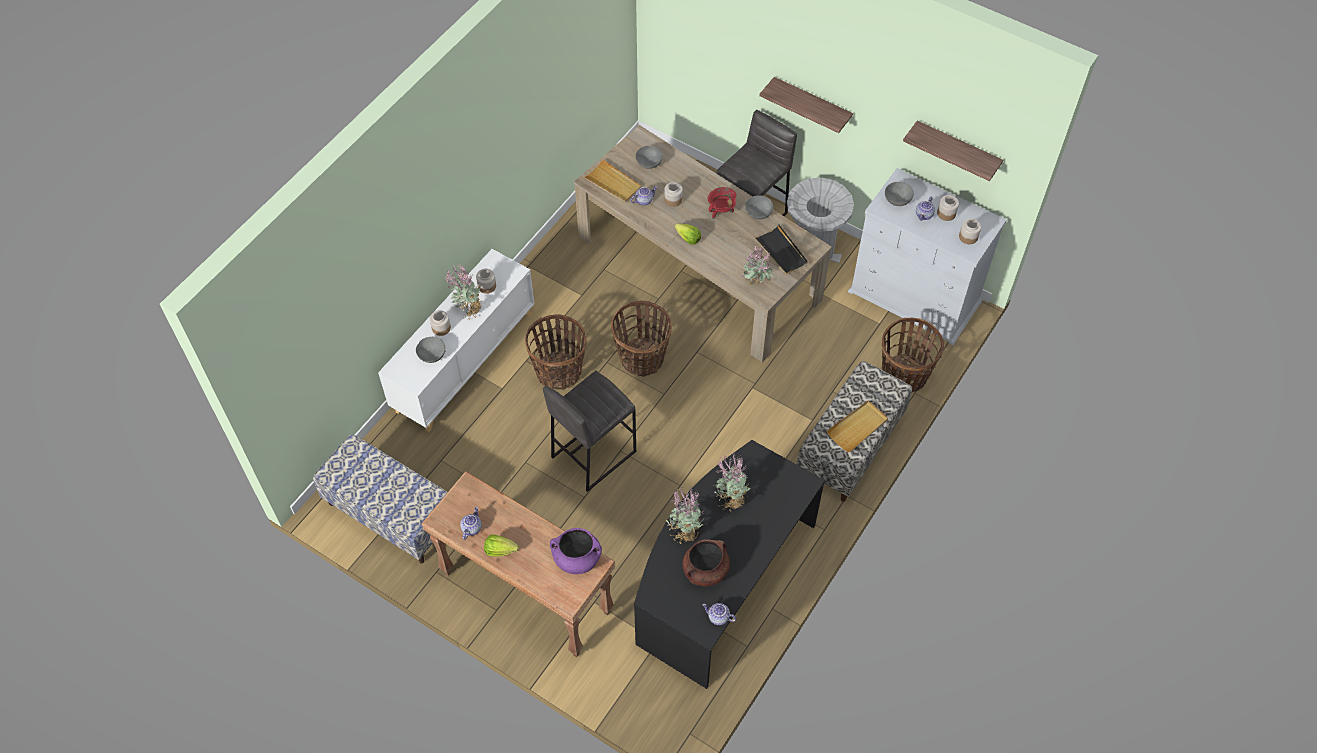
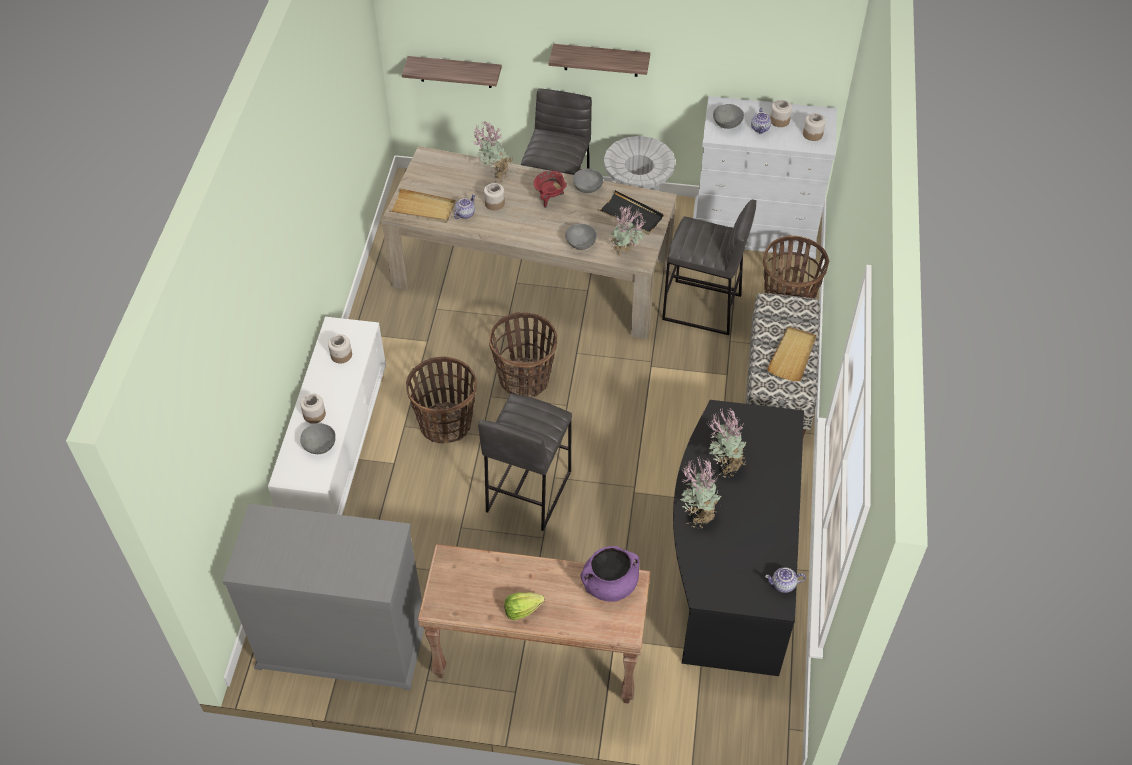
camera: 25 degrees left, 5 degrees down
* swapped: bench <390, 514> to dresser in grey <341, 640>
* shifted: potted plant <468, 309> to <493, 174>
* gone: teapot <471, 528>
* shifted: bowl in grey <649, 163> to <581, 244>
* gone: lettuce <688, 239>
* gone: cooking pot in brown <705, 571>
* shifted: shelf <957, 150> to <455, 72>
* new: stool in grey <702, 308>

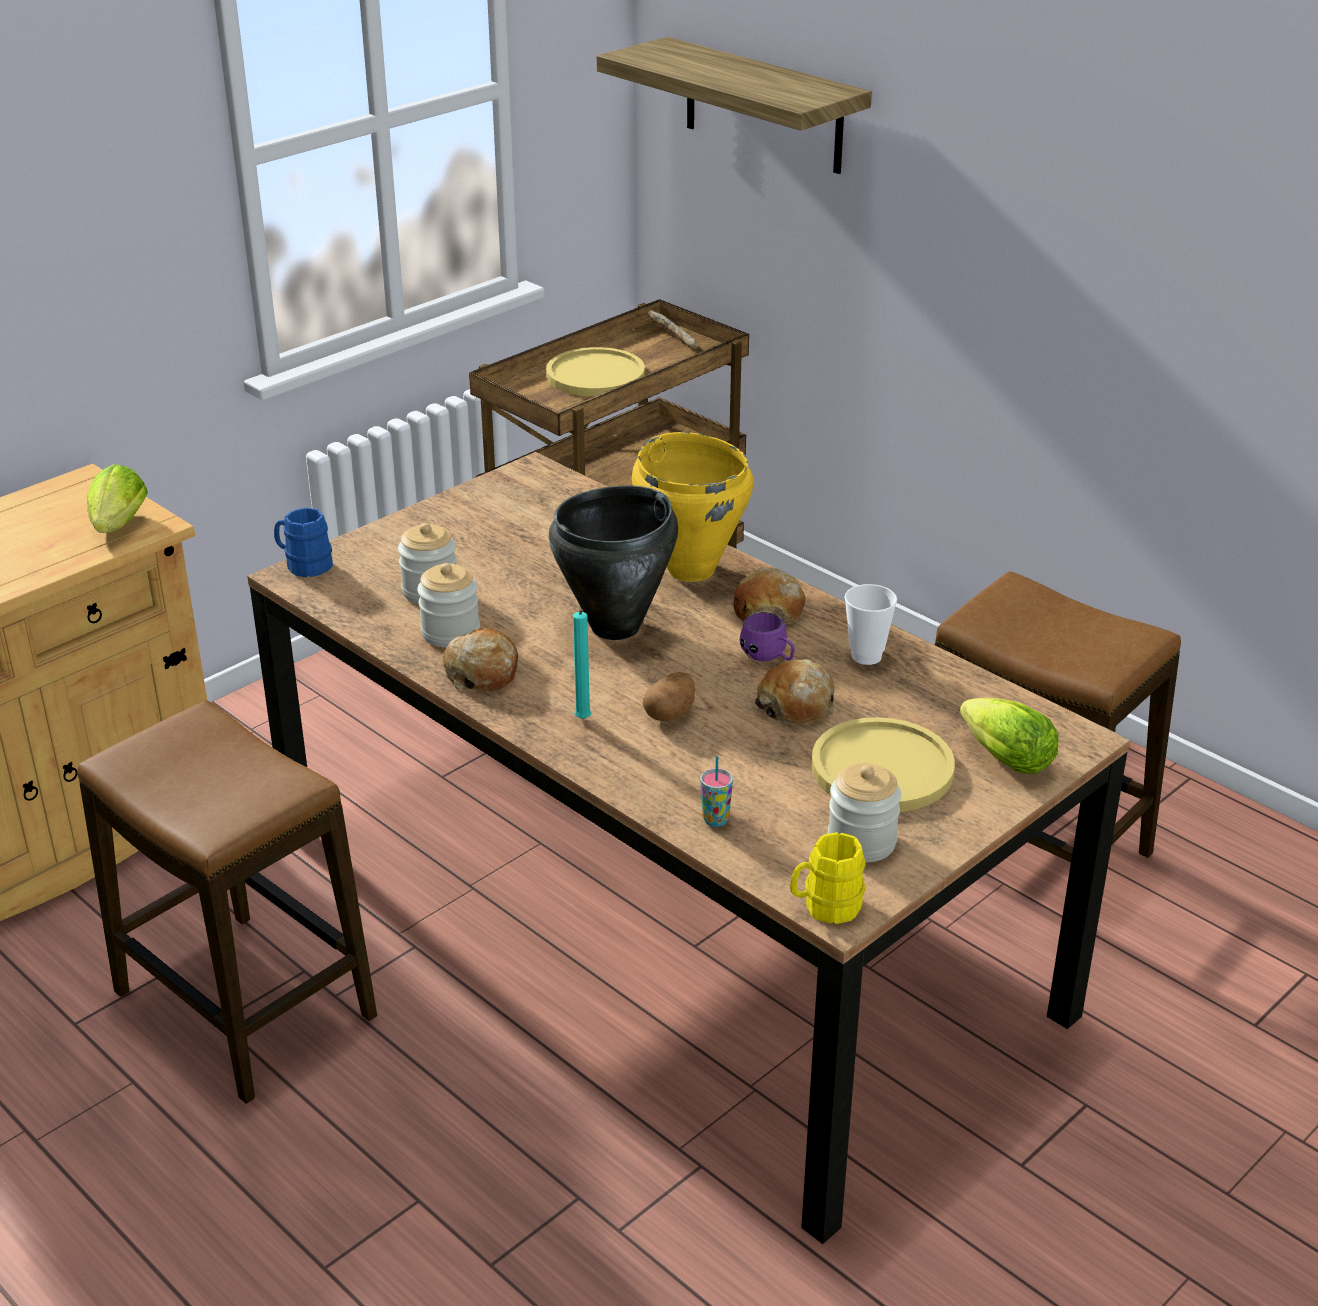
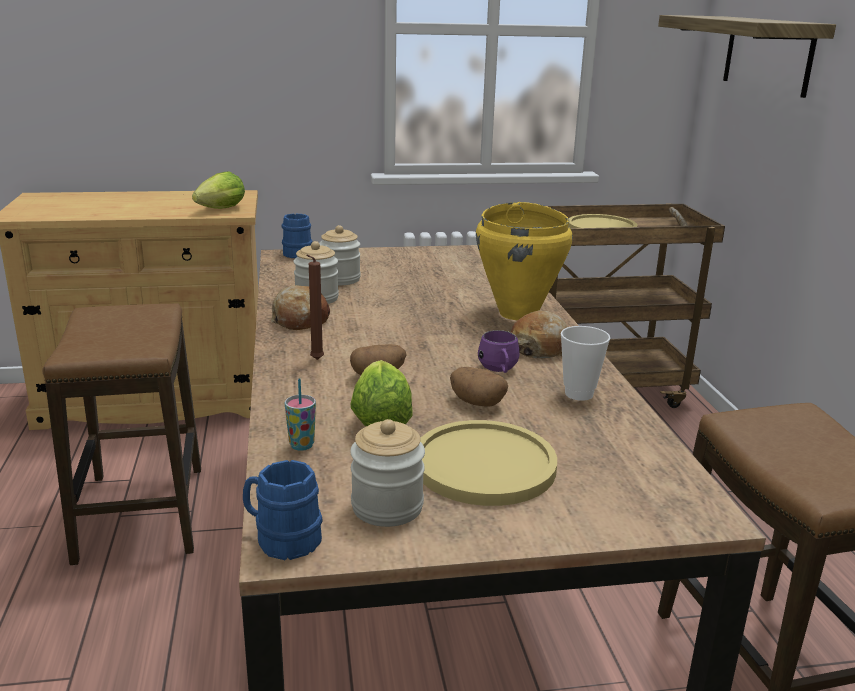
camera: 35 degrees right, 10 degrees down
* gone: cooking pot in black <616, 627>
* repainted: candle in turquoise <582, 720> to candle in brown <315, 360>
* swapped: bread <796, 705> to potato <477, 403>
* repainted: mug in yellow <825, 907> to mug in blue <281, 539>
* shifted: lettuce <1001, 757> to <381, 419>

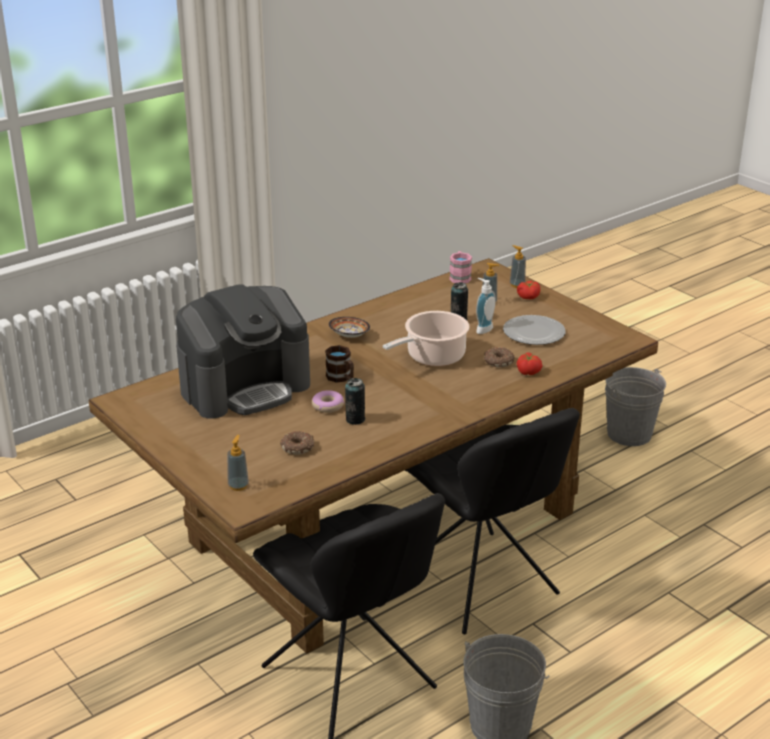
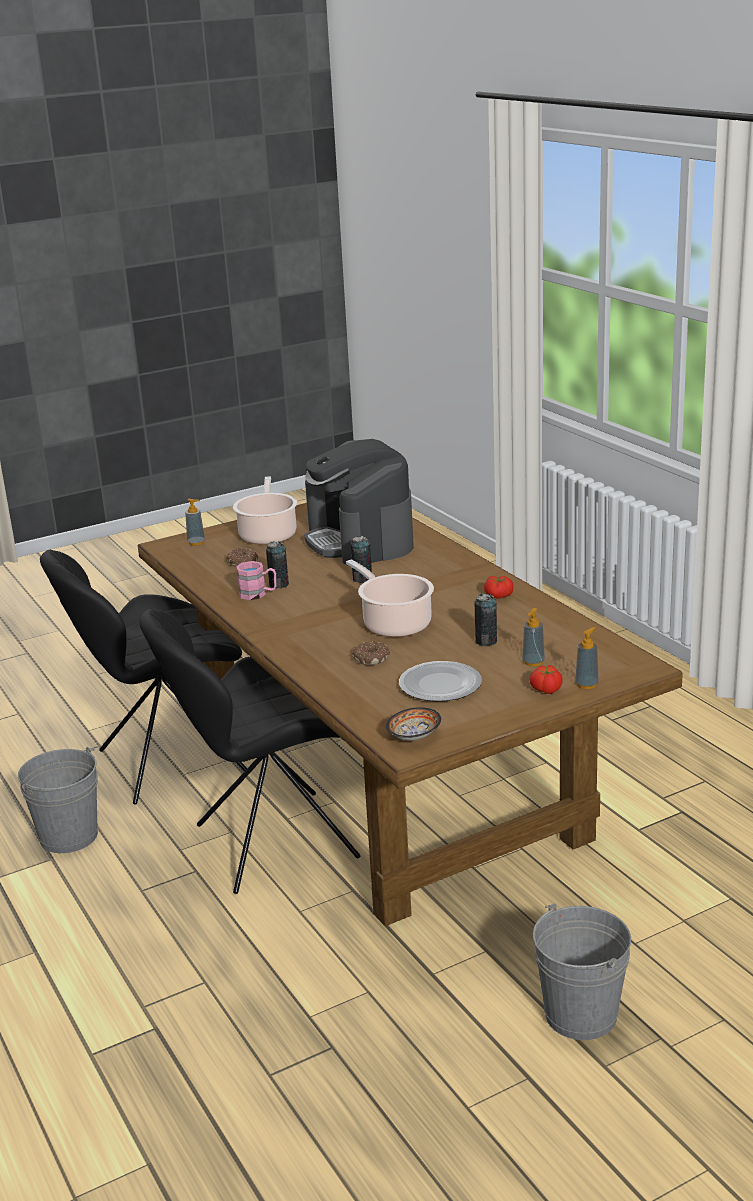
camera: 100 degrees right, 5 degrees down
* gone: donut <328, 406>
* swapped: mug in brown <341, 378> to can <362, 579>
* shifted: bowl <349, 336> to <412, 737>
* shifted: mug in pink <459, 277> to <258, 594>
* gone: soap dispenser <482, 329>
* shifted: tomato <529, 371> to <498, 596>
* new: cooking pot <268, 534>

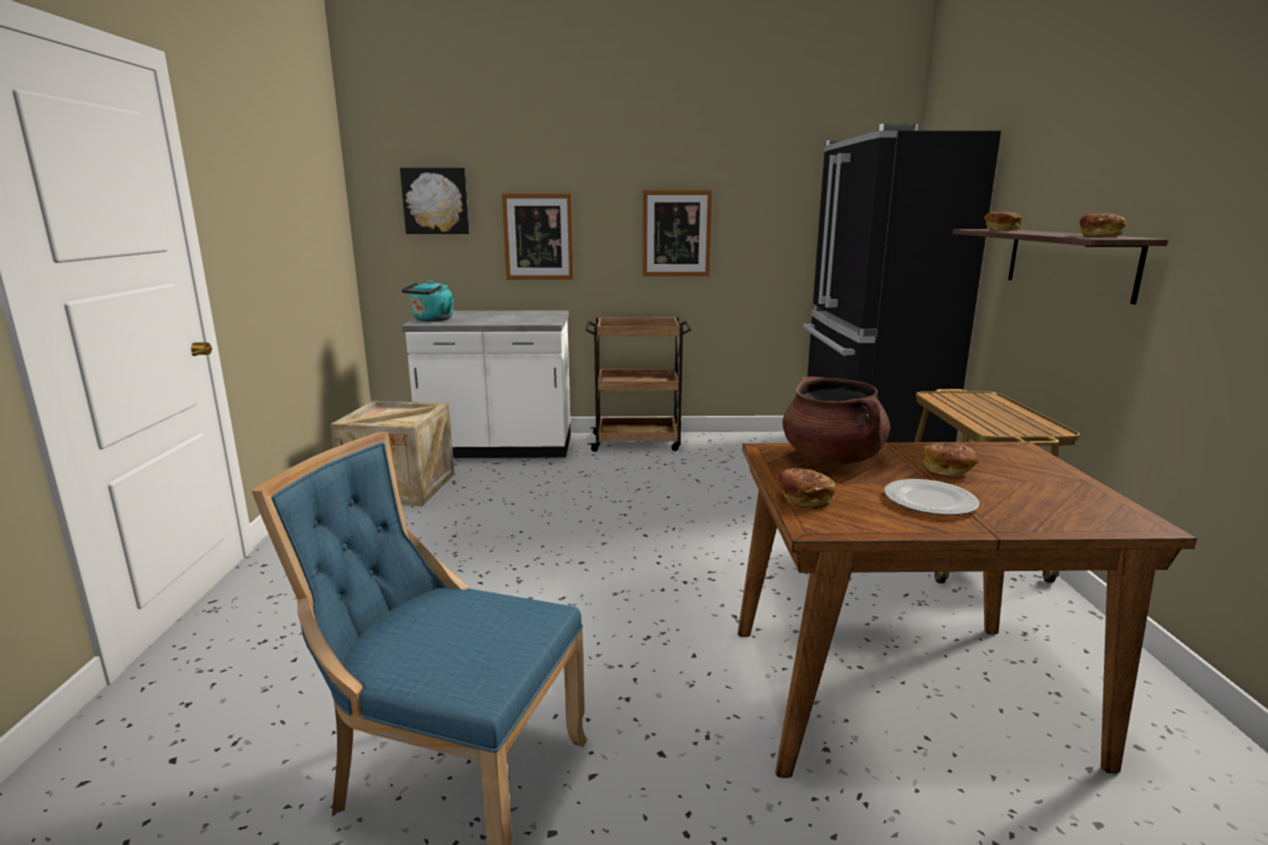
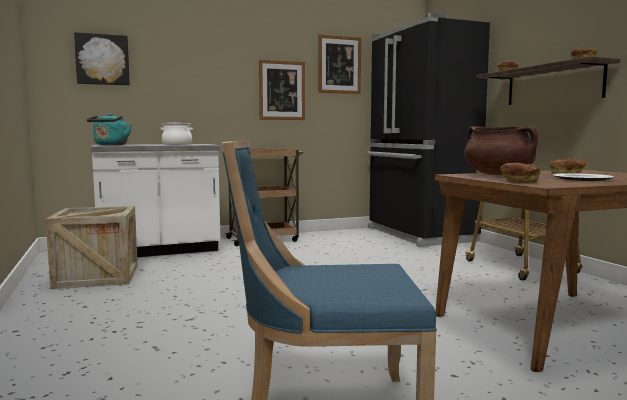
camera: 20 degrees left, 10 degrees down
* shifted: picture <538, 237> to <339, 65>
* new: cooking pot <177, 144>

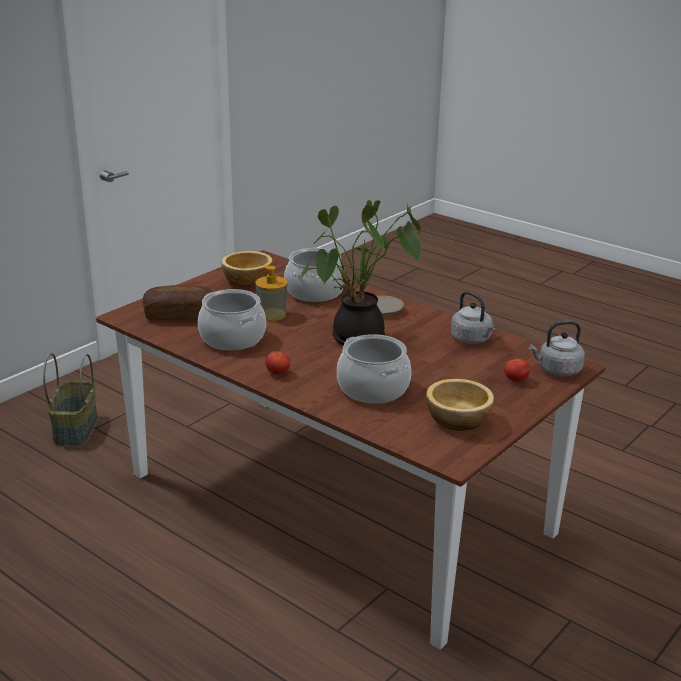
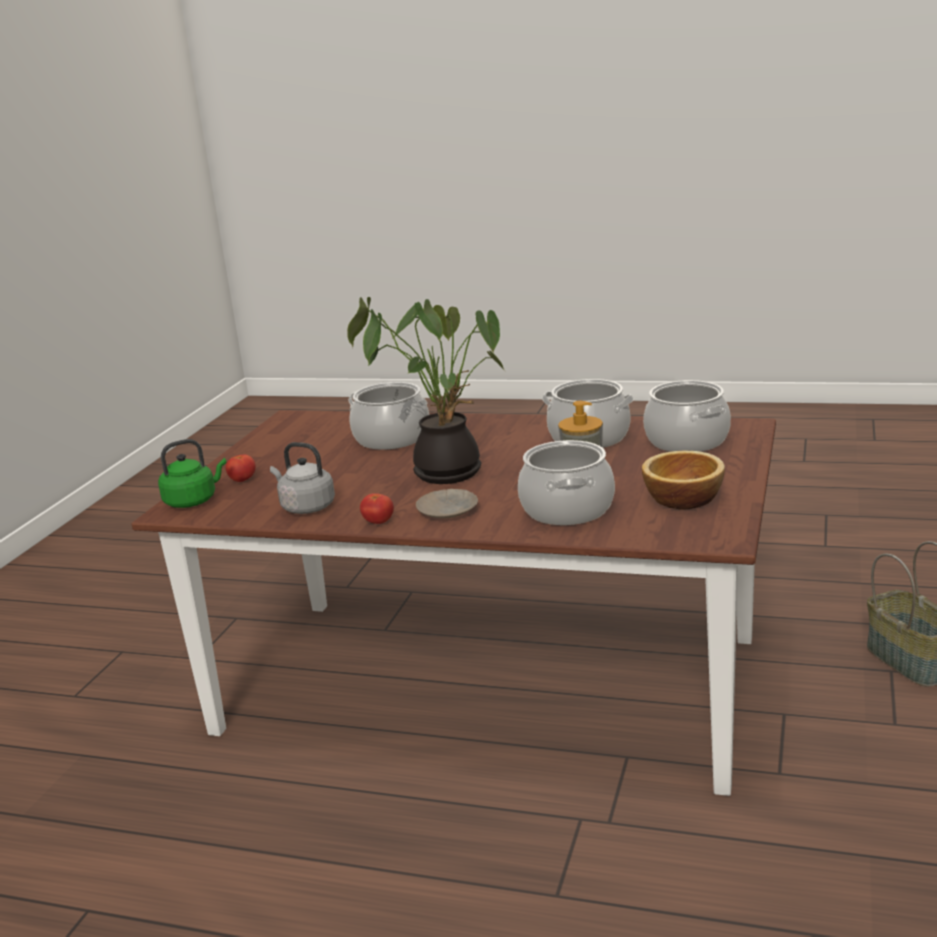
camera: 160 degrees right, 5 degrees down
* swapped: bread <179, 315> to cooking pot <687, 441>
* shifted: tomato <278, 373> to <378, 522>
* gone: bowl <459, 420>
* repainted: kettle in grey <557, 370> to kettle in green <193, 501>

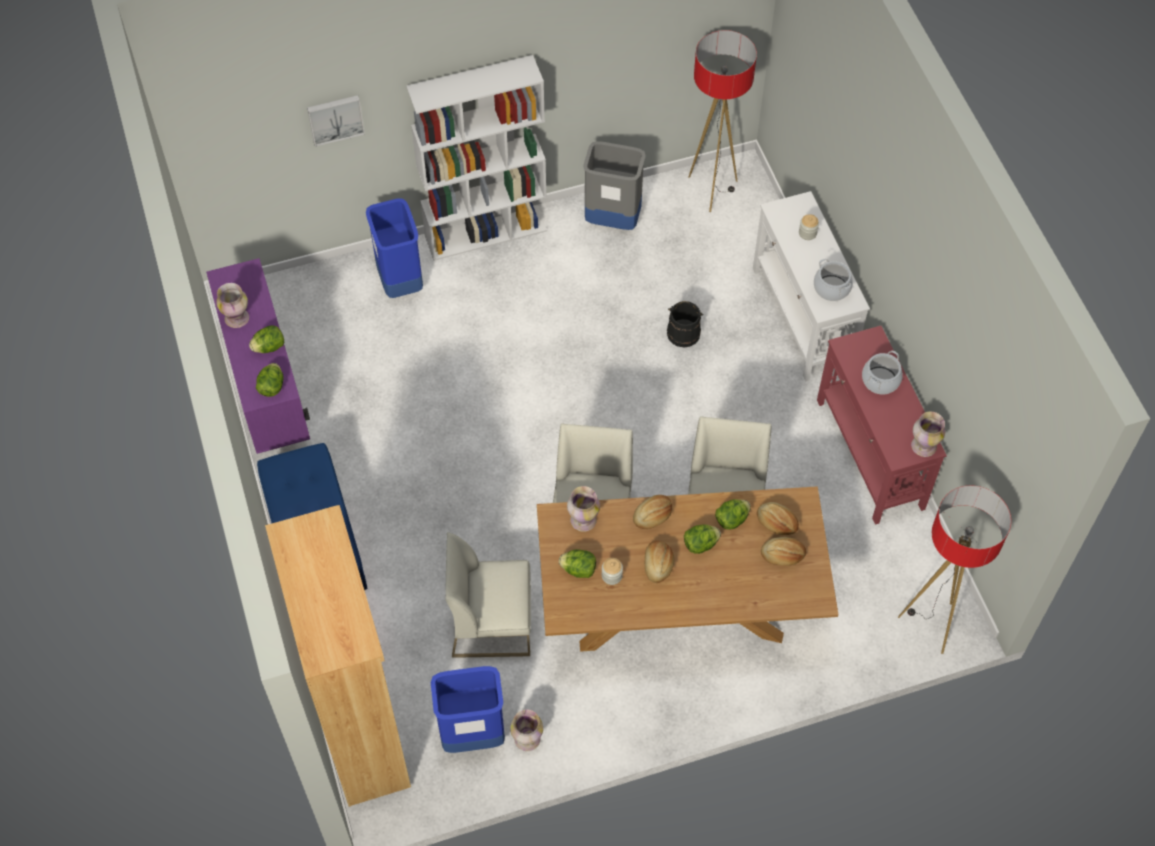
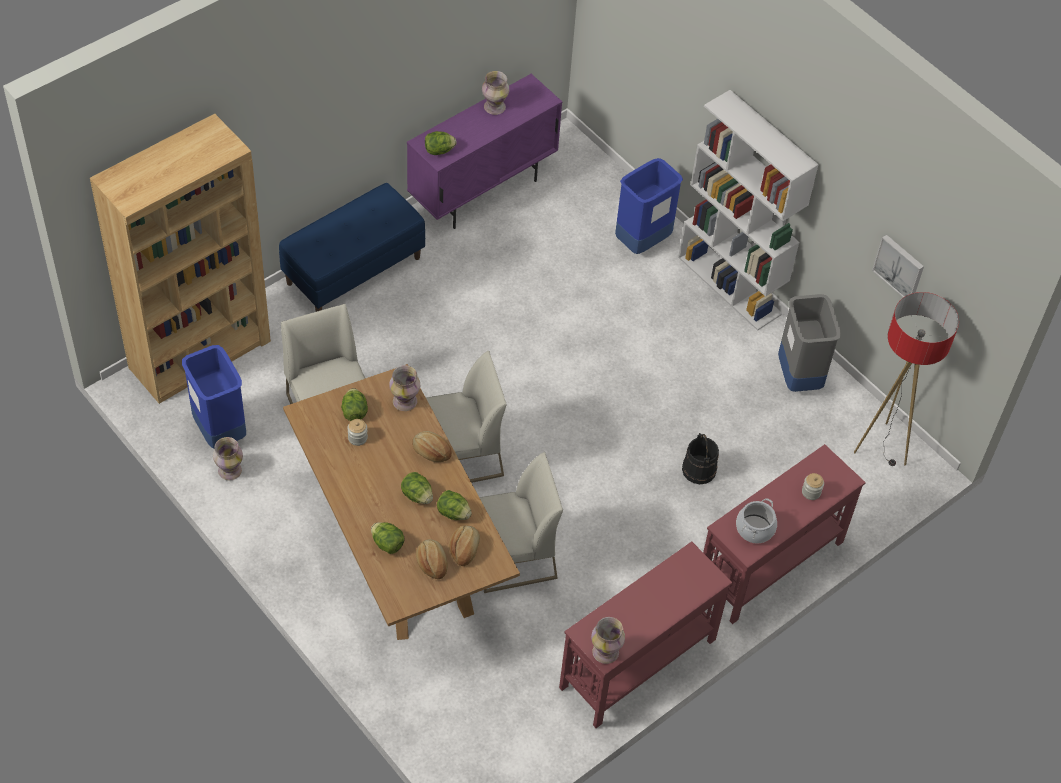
camera: 65 degrees right, 5 degrees down
* shifted: lettuce <269, 347> to <387, 544>
* shifted: picture <335, 118> to <899, 267>
* gone: bread <657, 565>
* repainted: console table in white <801, 318> to console table in red <769, 564>
* gone: cooking pot <880, 380>
* gone: floor lamp <930, 624>

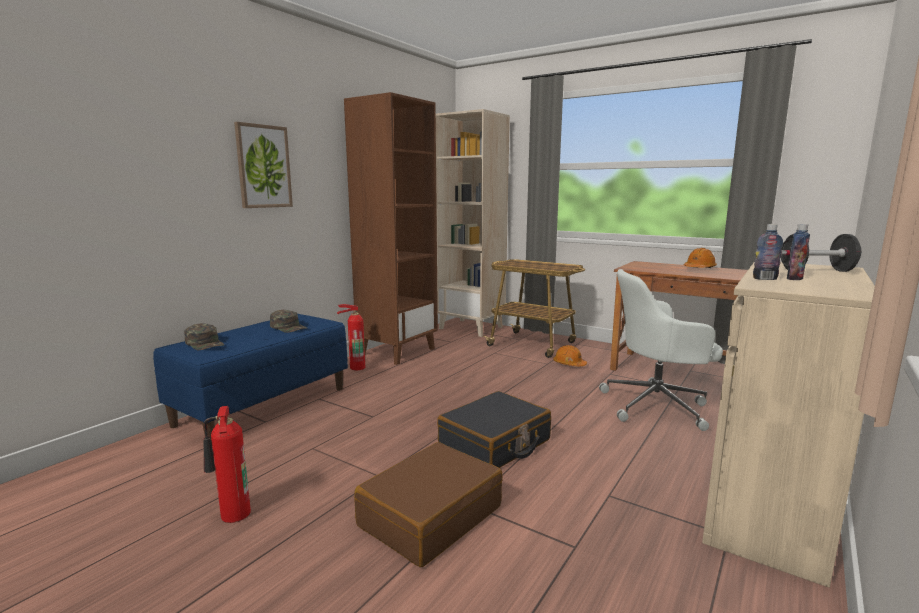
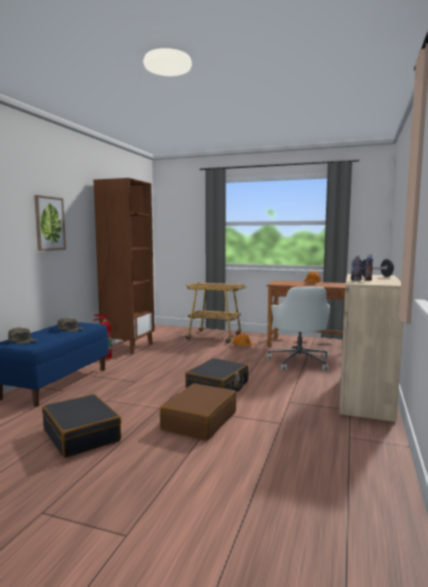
camera: 15 degrees left, 5 degrees down
* swapped: fire extinguisher <232, 516> to suitcase in black <82, 435>
* gone: bookcase in beige <471, 328>
* rotated: office chair in white <657, 405> = <299, 361> 75 degrees counterclockwise

